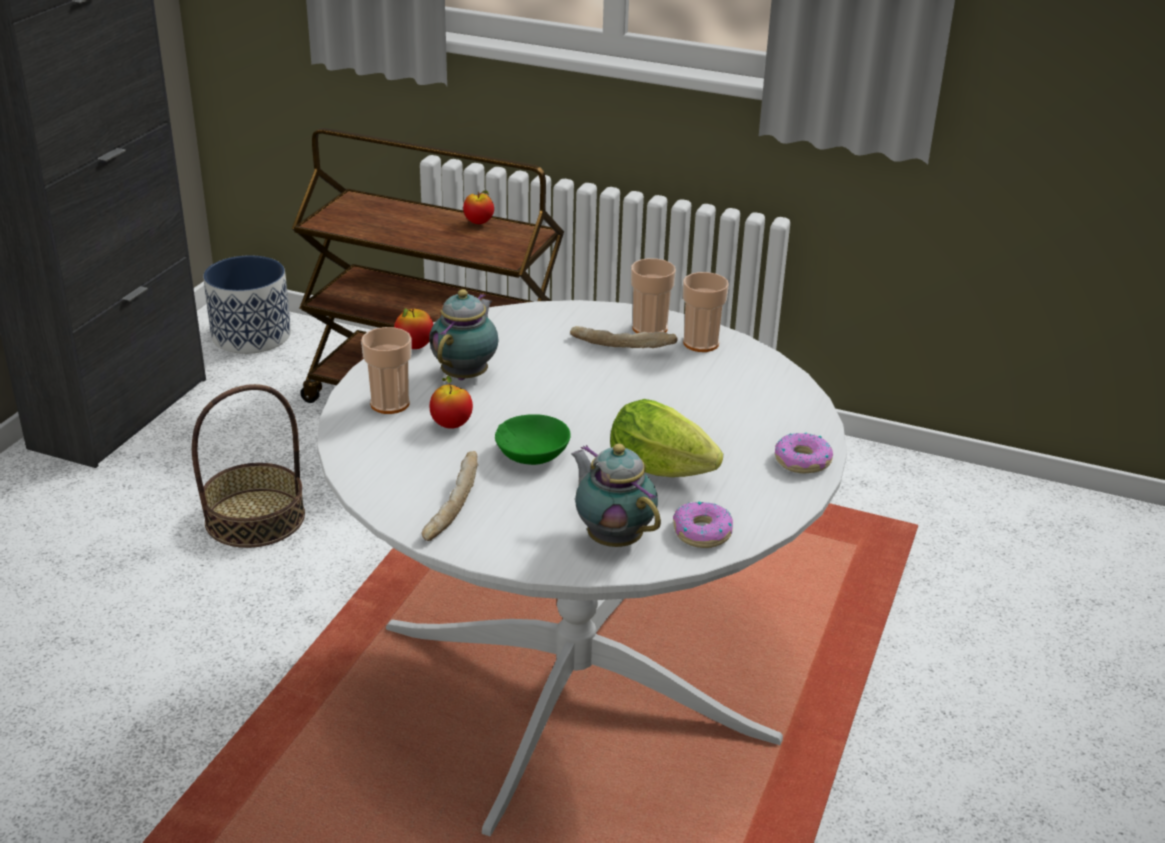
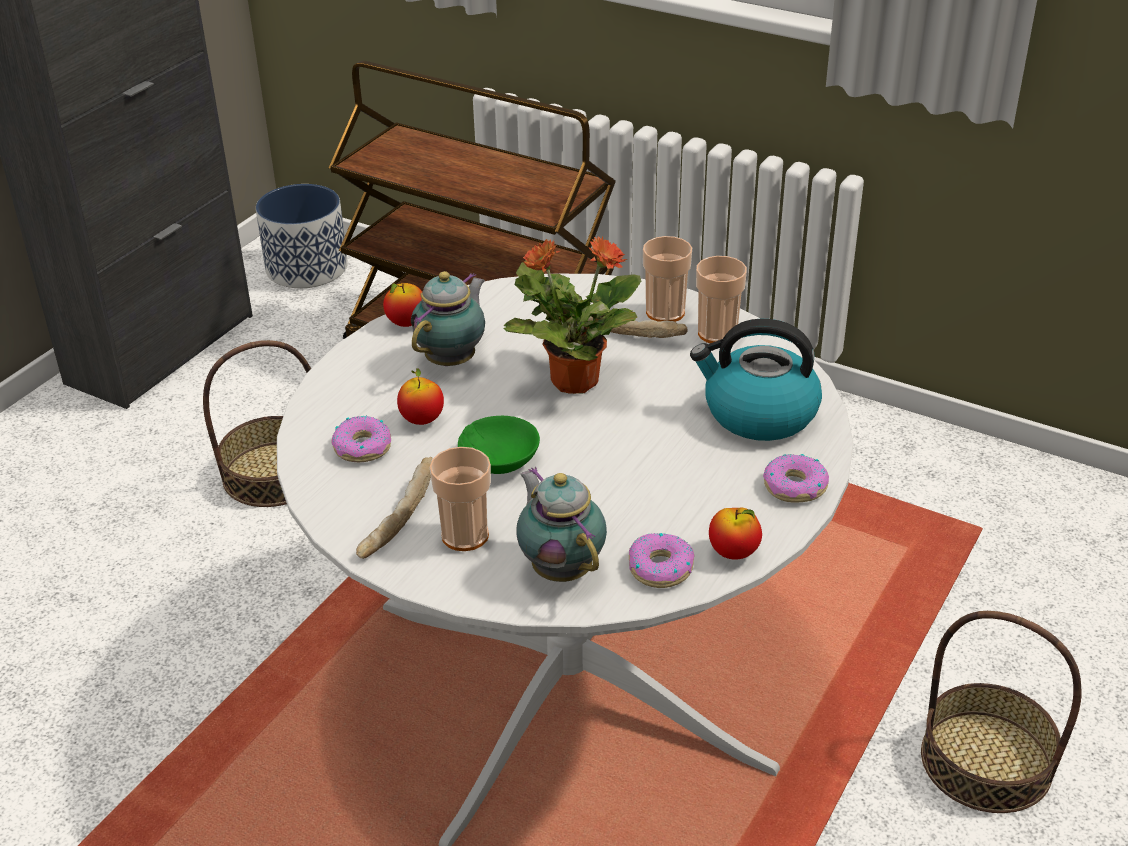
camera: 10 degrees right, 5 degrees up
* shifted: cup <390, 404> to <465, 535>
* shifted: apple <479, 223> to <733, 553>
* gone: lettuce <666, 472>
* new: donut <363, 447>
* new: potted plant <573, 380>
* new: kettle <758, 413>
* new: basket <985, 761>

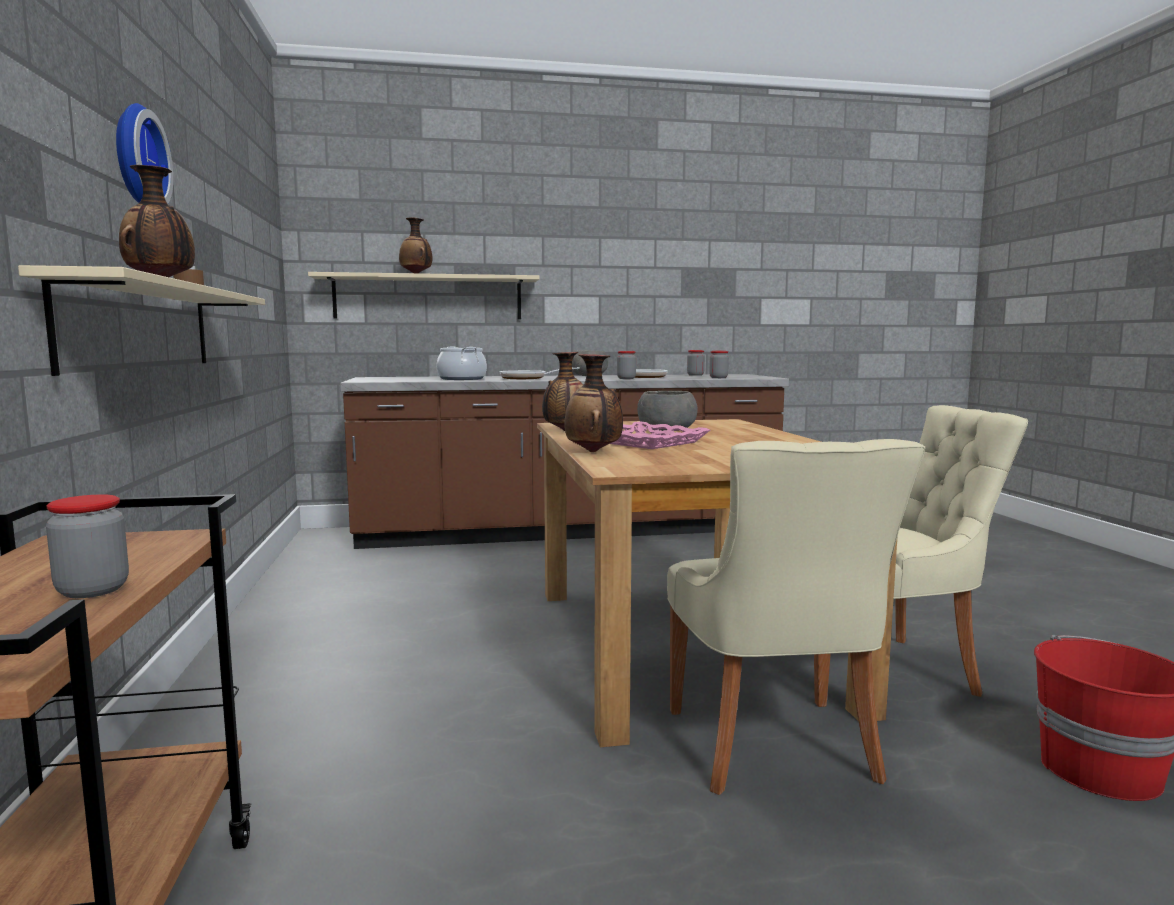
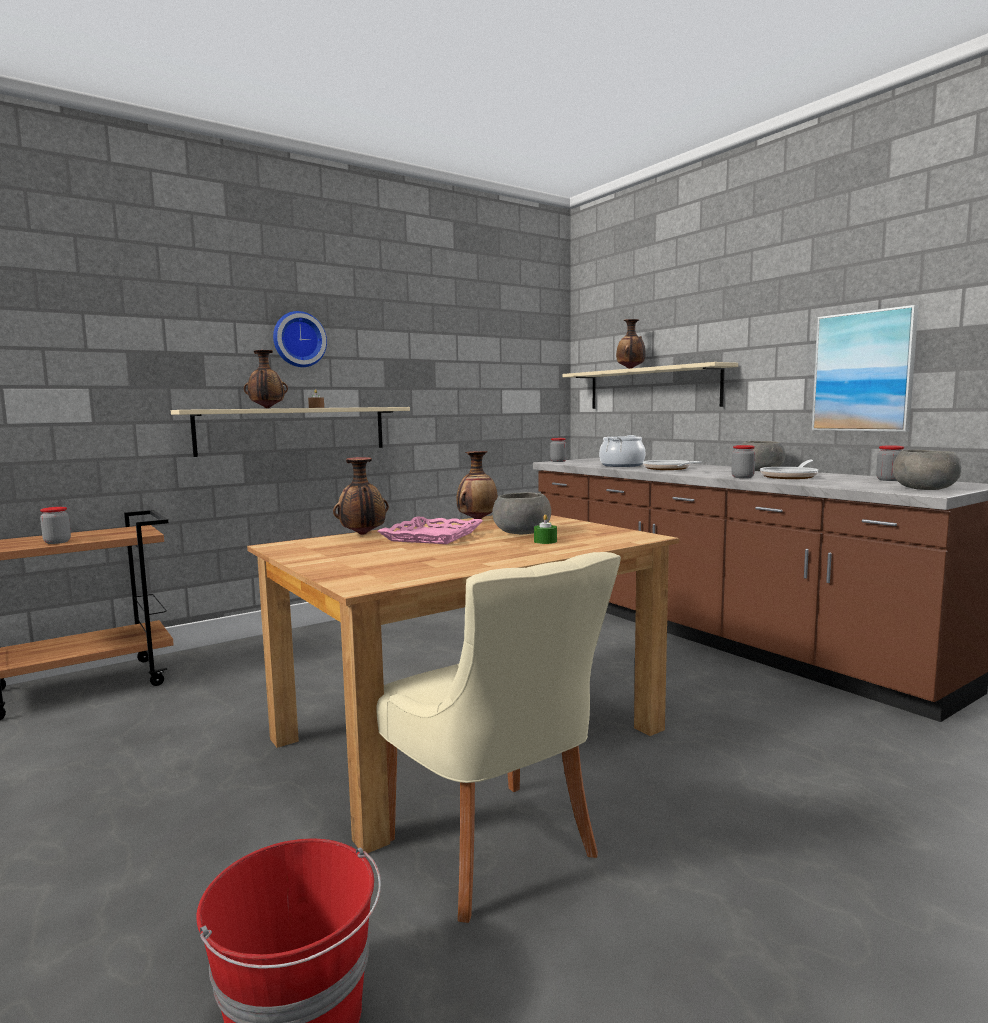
camera: 65 degrees right, 0 degrees up
* gone: chair in beige <774, 748>
* shifted: jar <718, 378> to <558, 461>
* new: candle in green <545, 541>
* new: picture <863, 372>
* new: bowl in grey <925, 489>

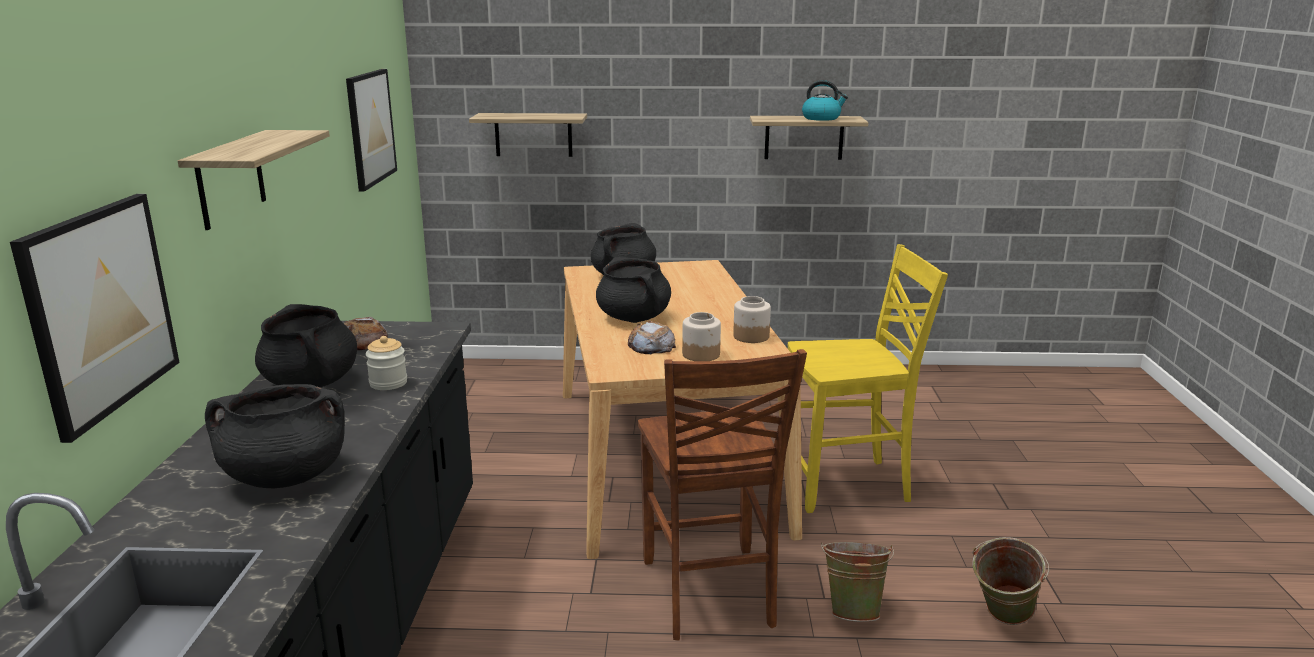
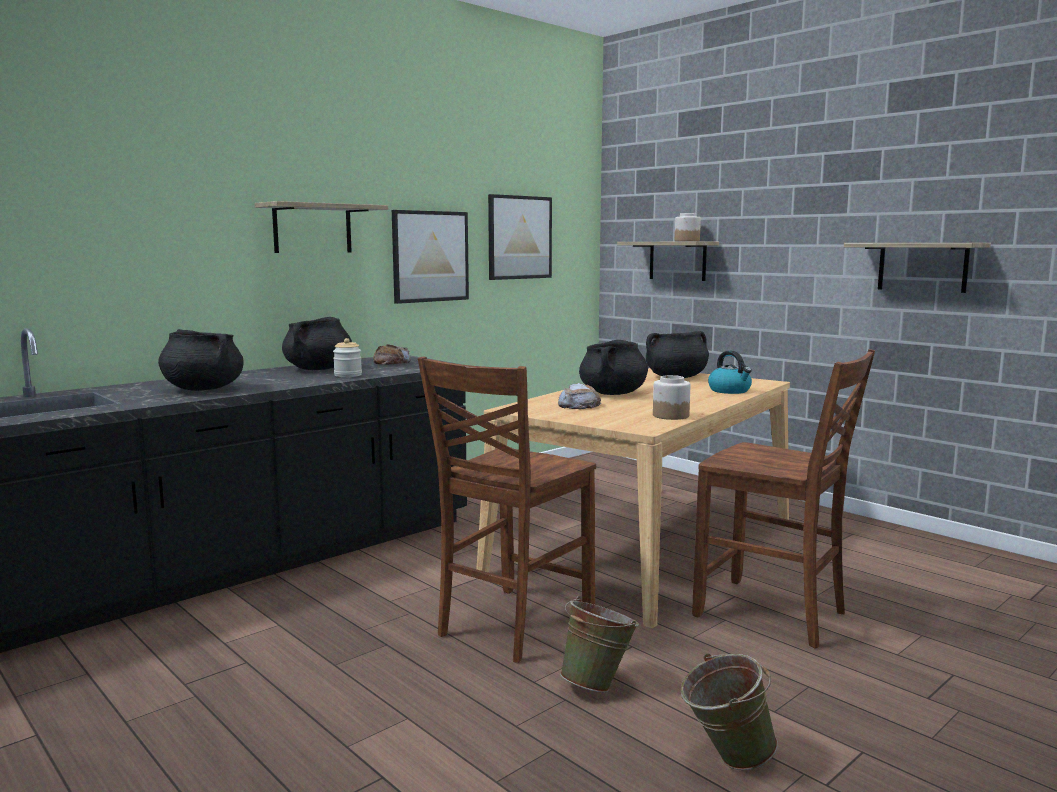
camera: 45 degrees right, 10 degrees down
* shifted: picture <100, 310> to <430, 256>
* shifted: jar <701, 354> to <687, 241>
* repainted: chair in yellow <847, 485> to chair in brown <773, 614>
* shifted: kettle <822, 118> to <730, 391>

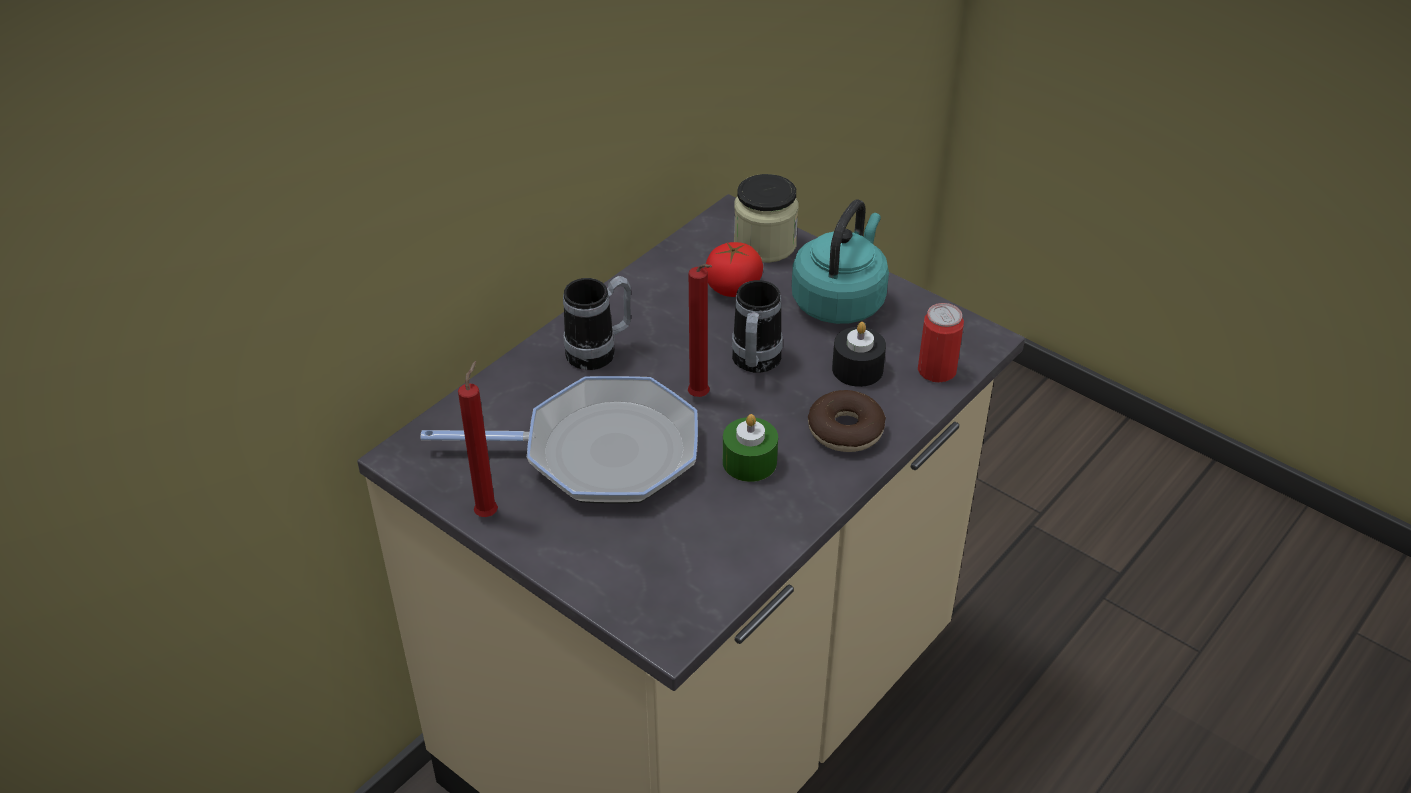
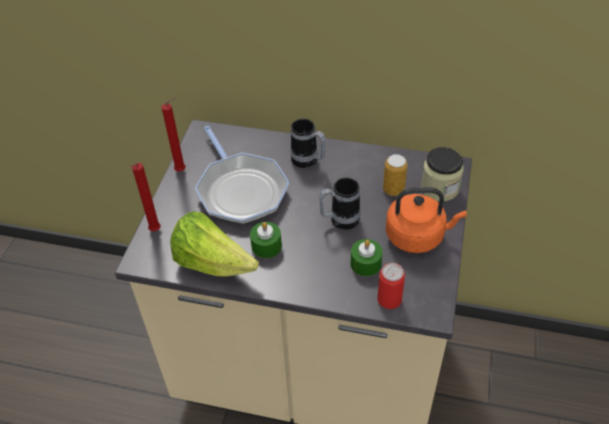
camera: 65 degrees right, 5 degrees up
* shifted: candle in red <701, 398> to <154, 231>
* swapped: tomato <733, 288> to can <393, 189>
* repainted: kettle in turquoise <840, 300> to kettle in orange <418, 236>
* gone: donut <845, 430>
* repainted: candle in black <857, 369> to candle in green <365, 264>
* new: lettuce <213, 263>

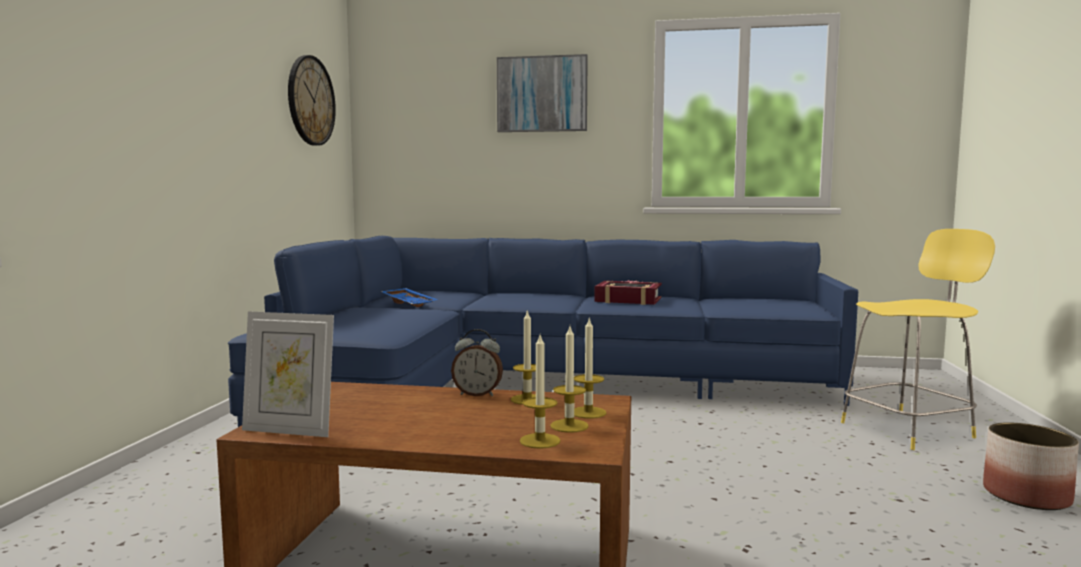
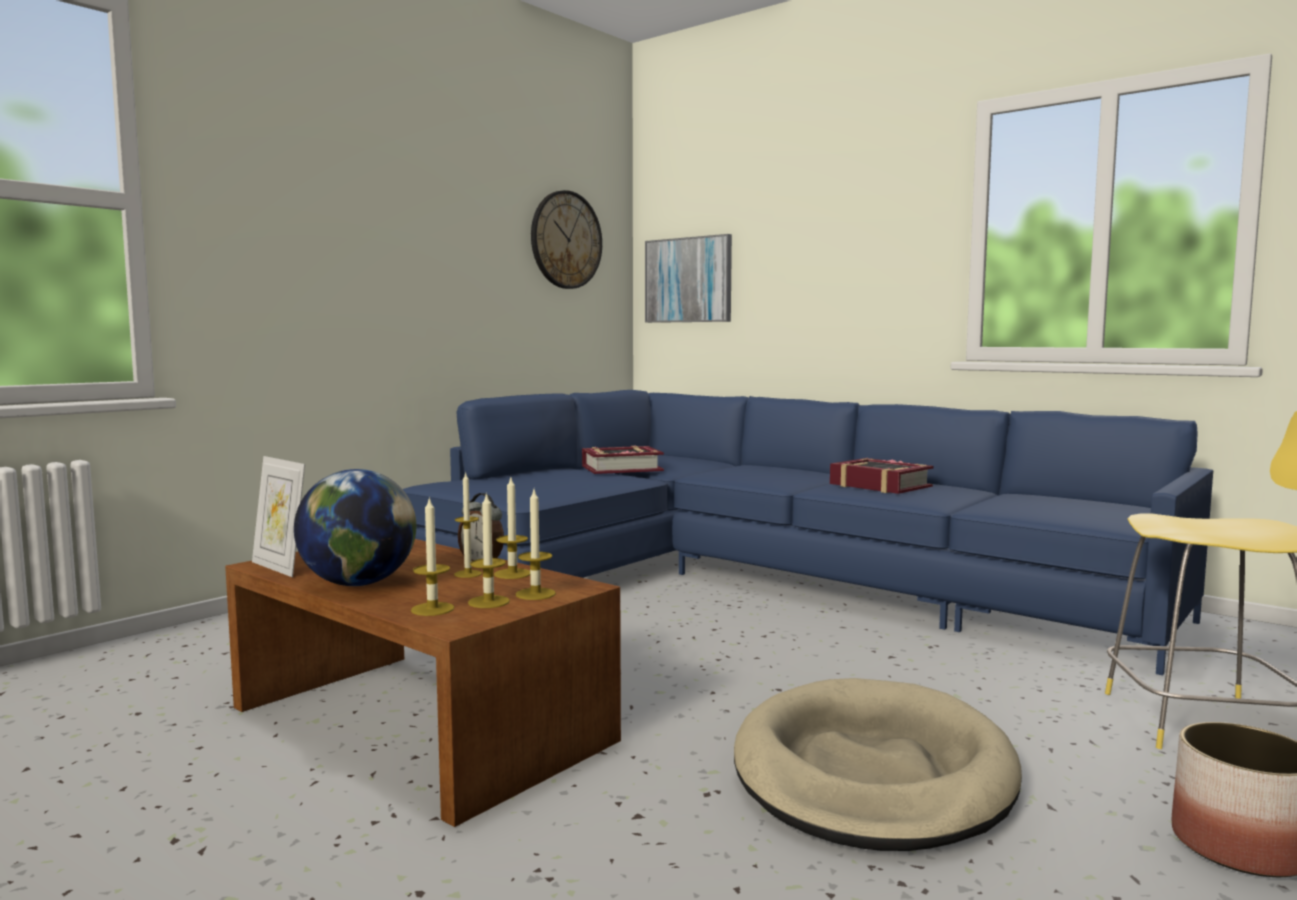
camera: 30 degrees right, 0 degrees up
* swapped: tray in blue <410, 303> to book <621, 468>
* shifted: picture <542, 94> to <688, 280>
* new: globe <358, 584>
* new: candle <468, 574>
* new: dog bed in beige <872, 773>

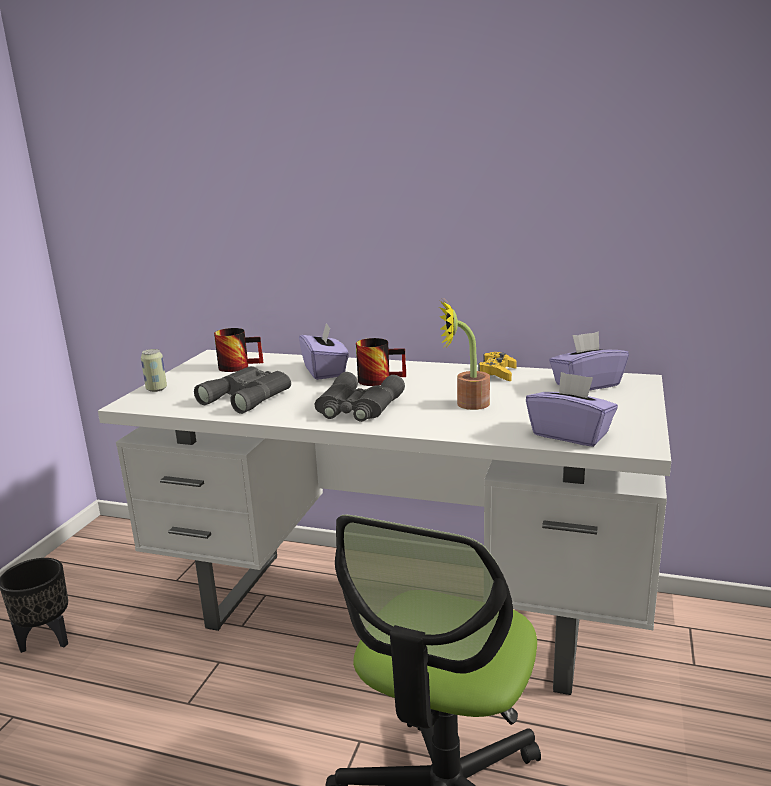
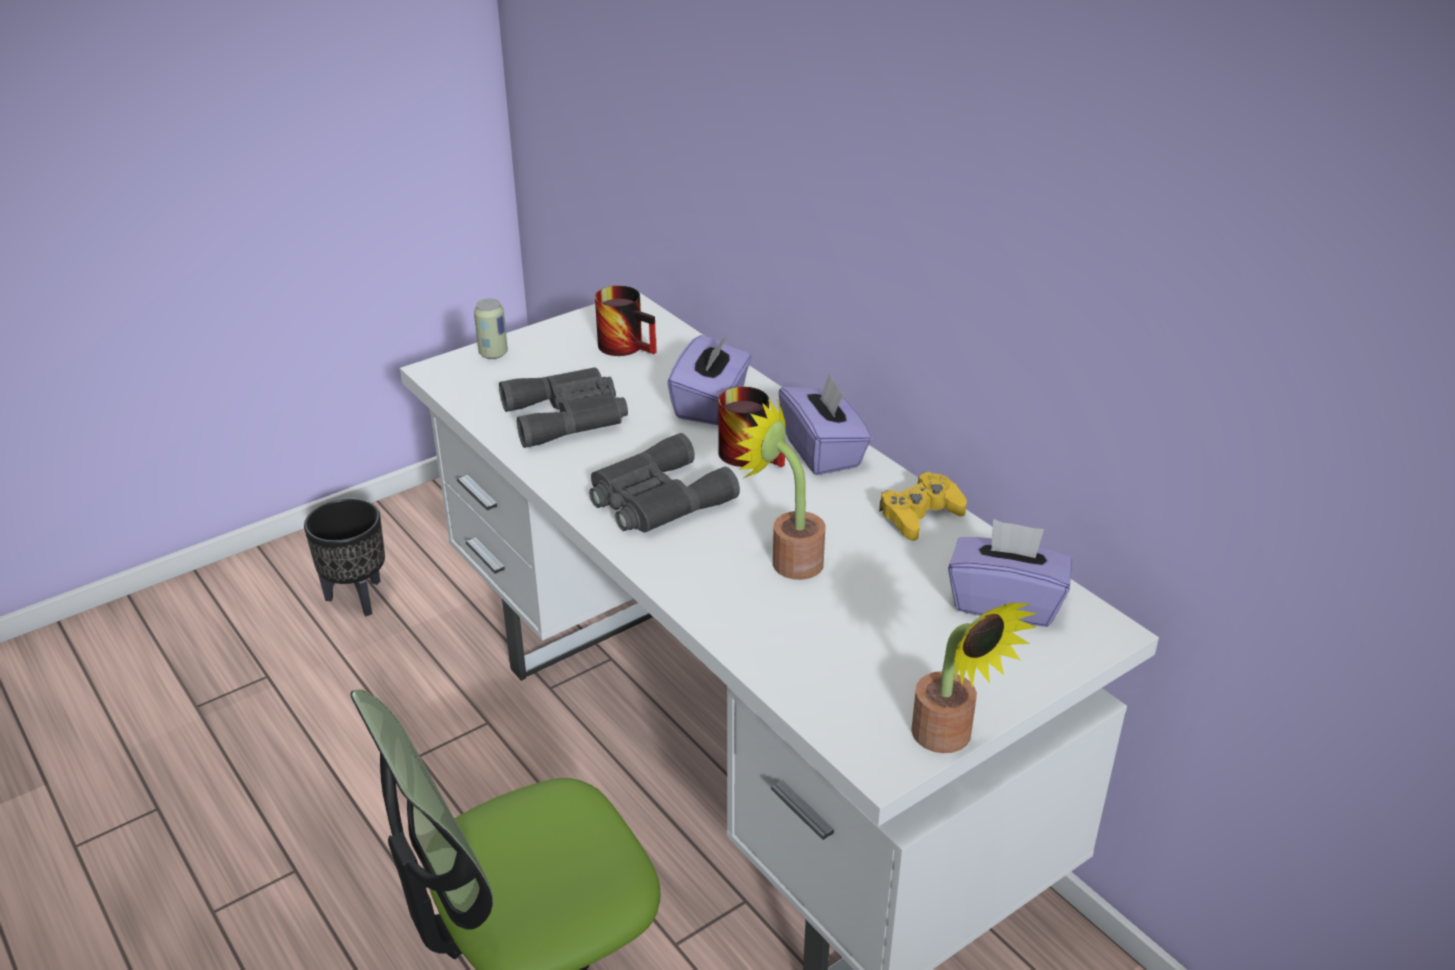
camera: 35 degrees right, 15 degrees up
* shifted: tissue box in purple <570, 434> to <823, 451>
* new: potted plant <949, 739>

